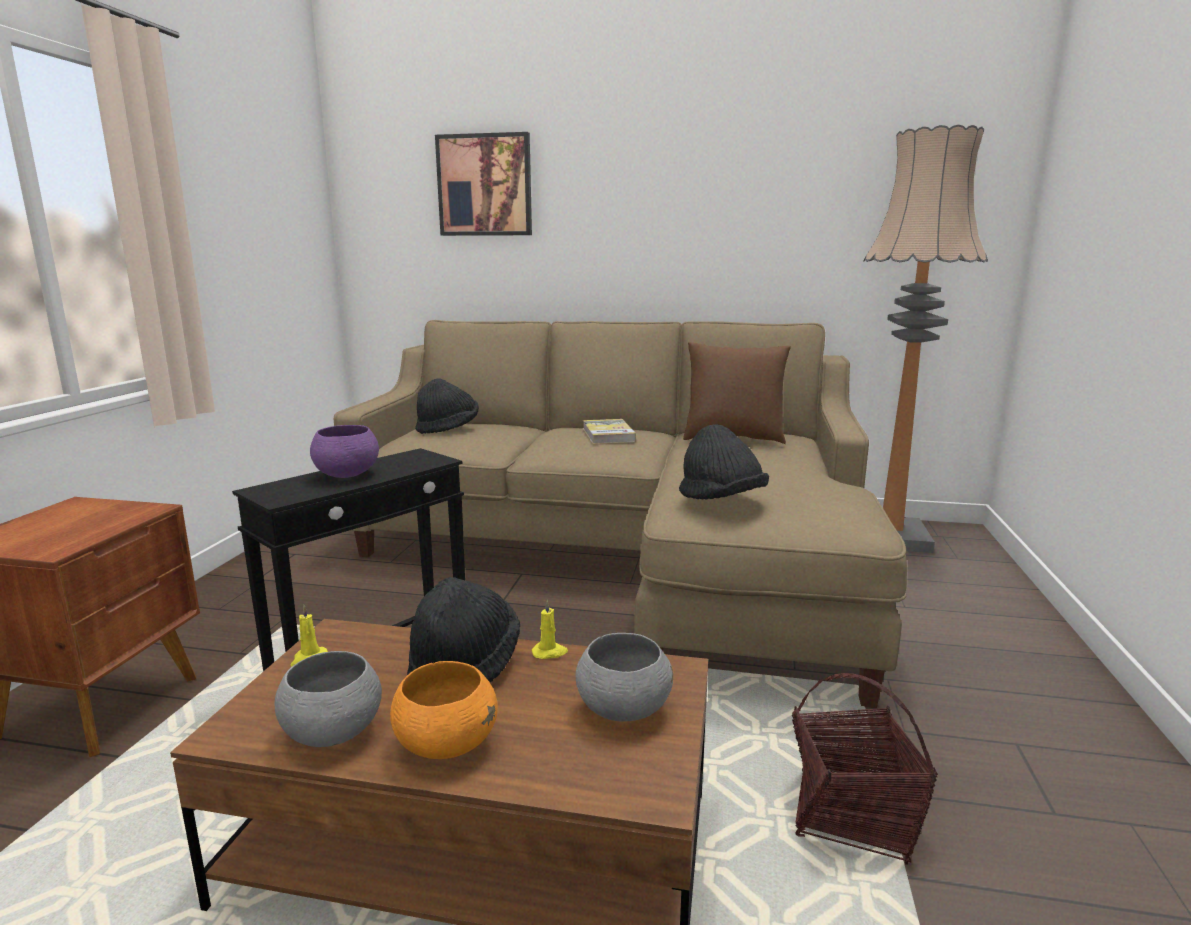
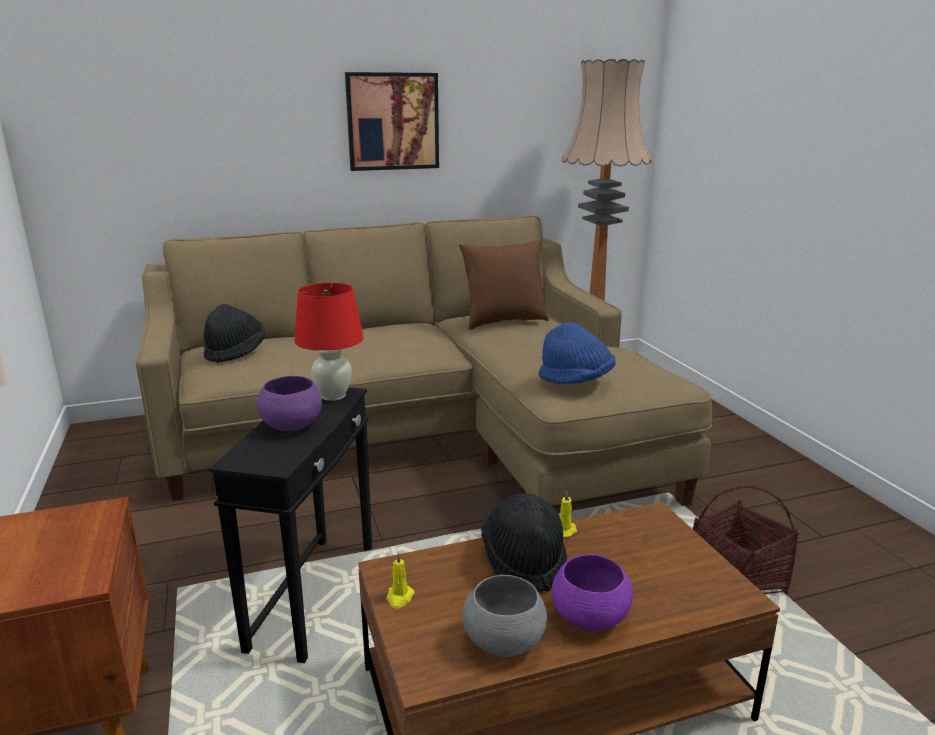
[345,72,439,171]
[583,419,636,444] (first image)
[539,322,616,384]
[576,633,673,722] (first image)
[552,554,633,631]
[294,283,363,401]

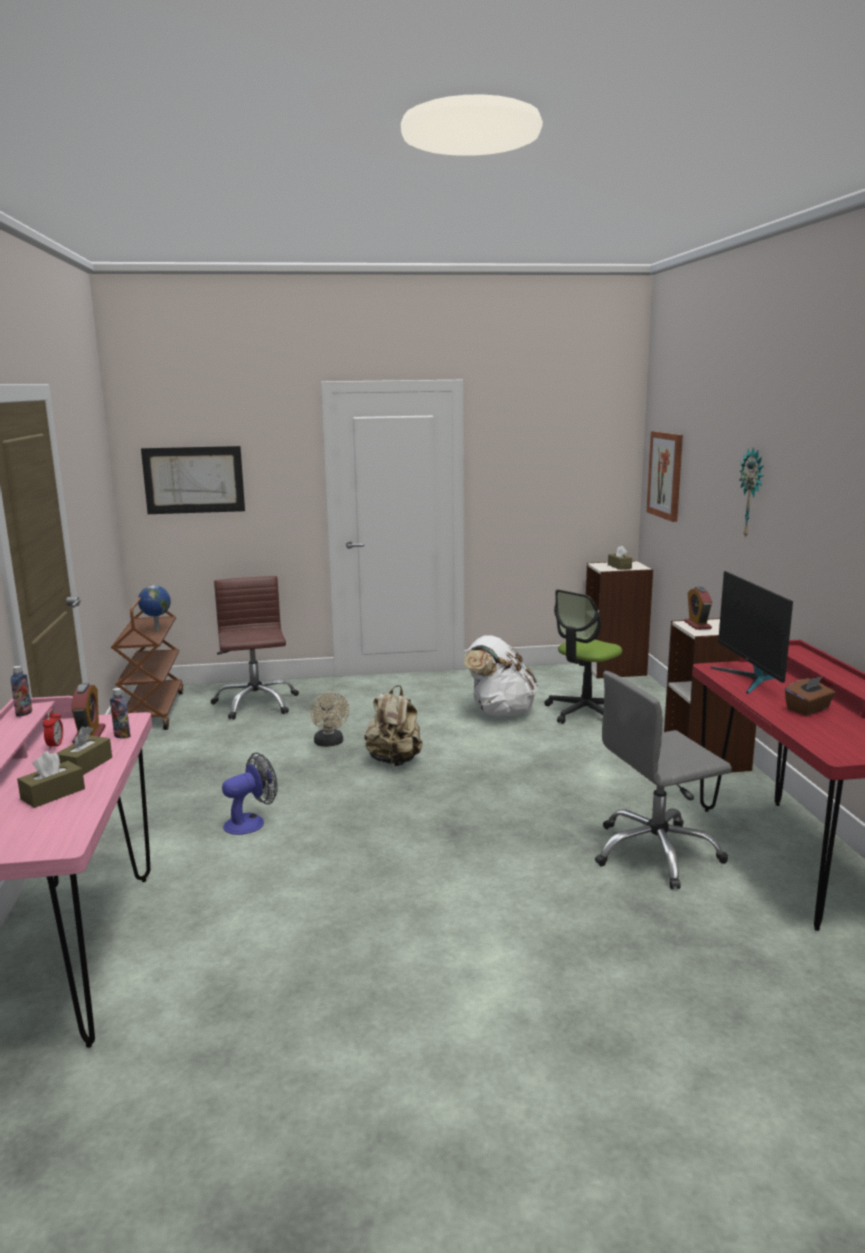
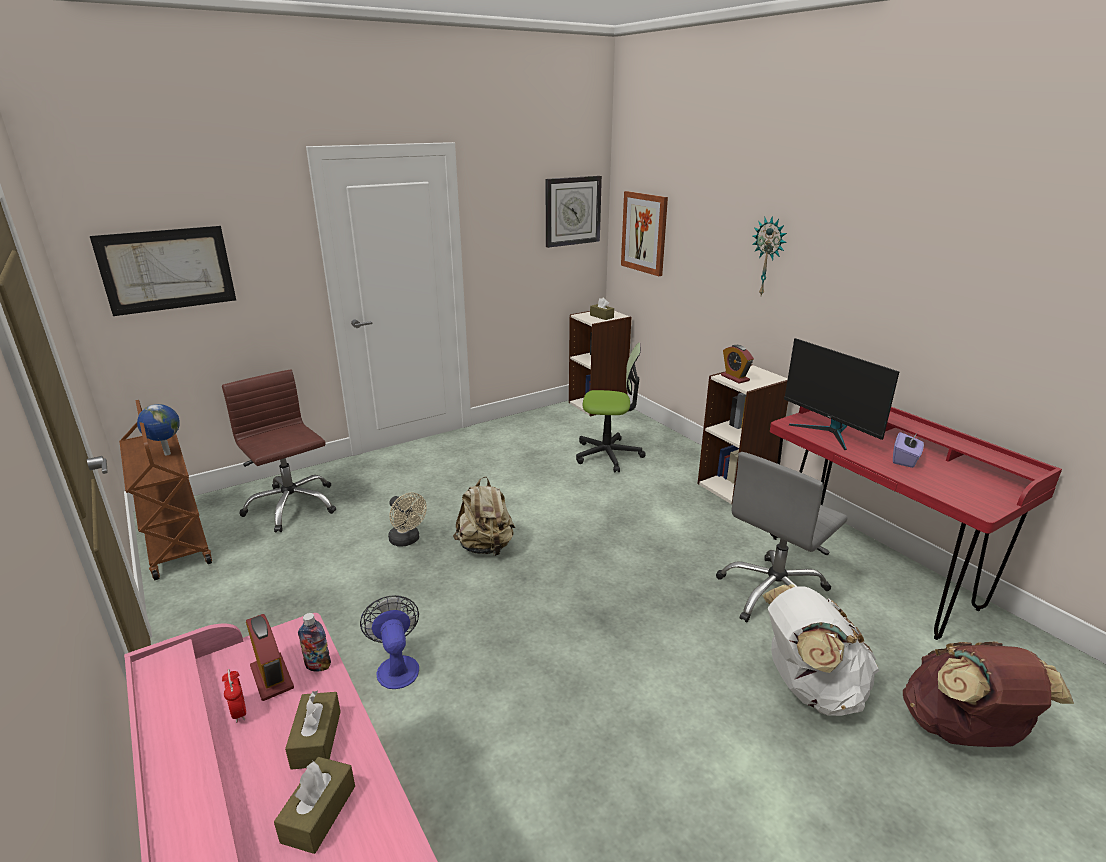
[576,343,645,473]
[762,584,879,716]
[11,666,32,717] (first image)
[893,432,924,468]
[360,595,419,689]
[546,176,602,248]
[903,642,1074,747]

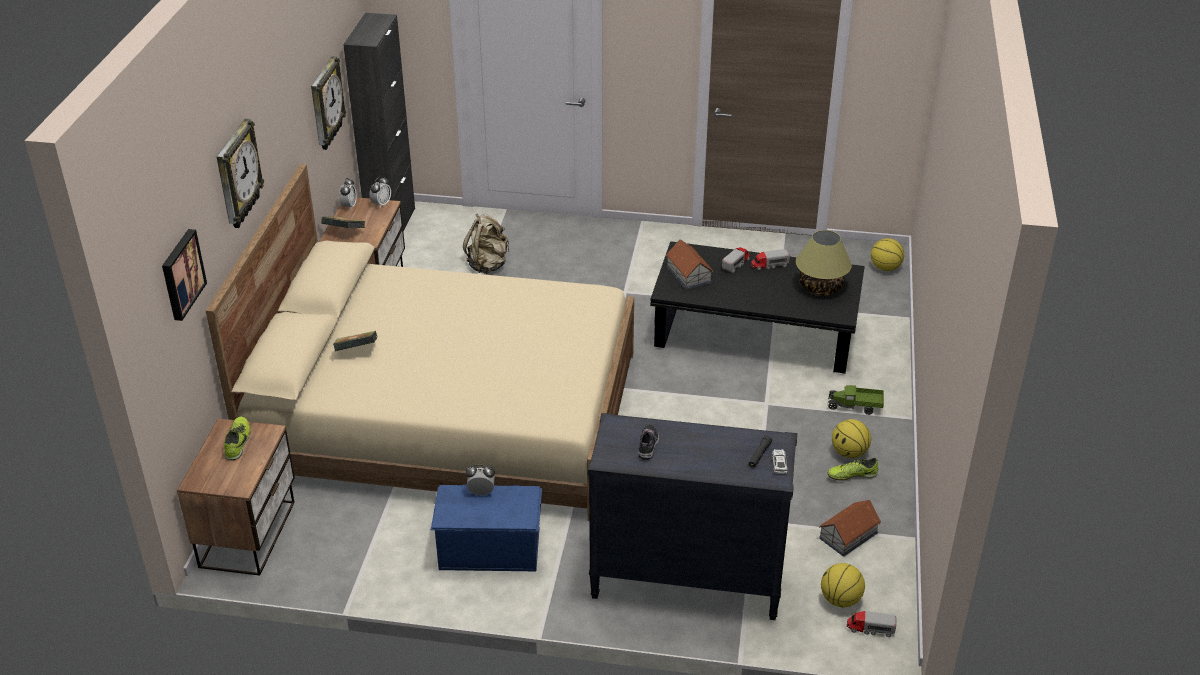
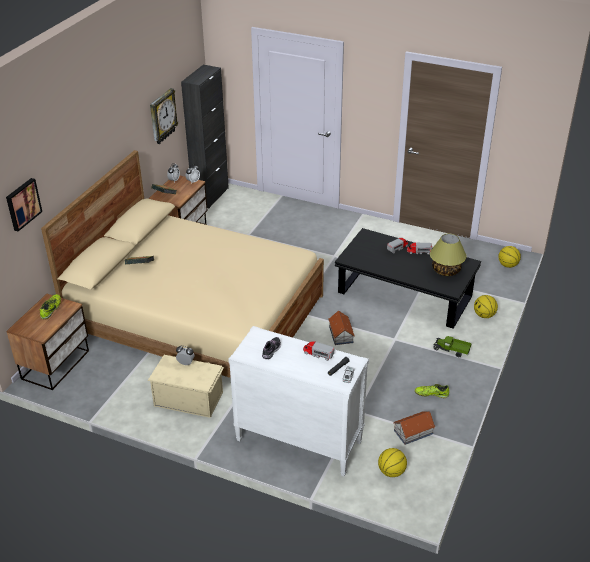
[216,119,264,228] (first image)
[463,214,510,274] (first image)
[329,310,355,345]
[228,326,369,477]
[474,295,498,318]
[148,355,224,418]
[303,341,334,361]

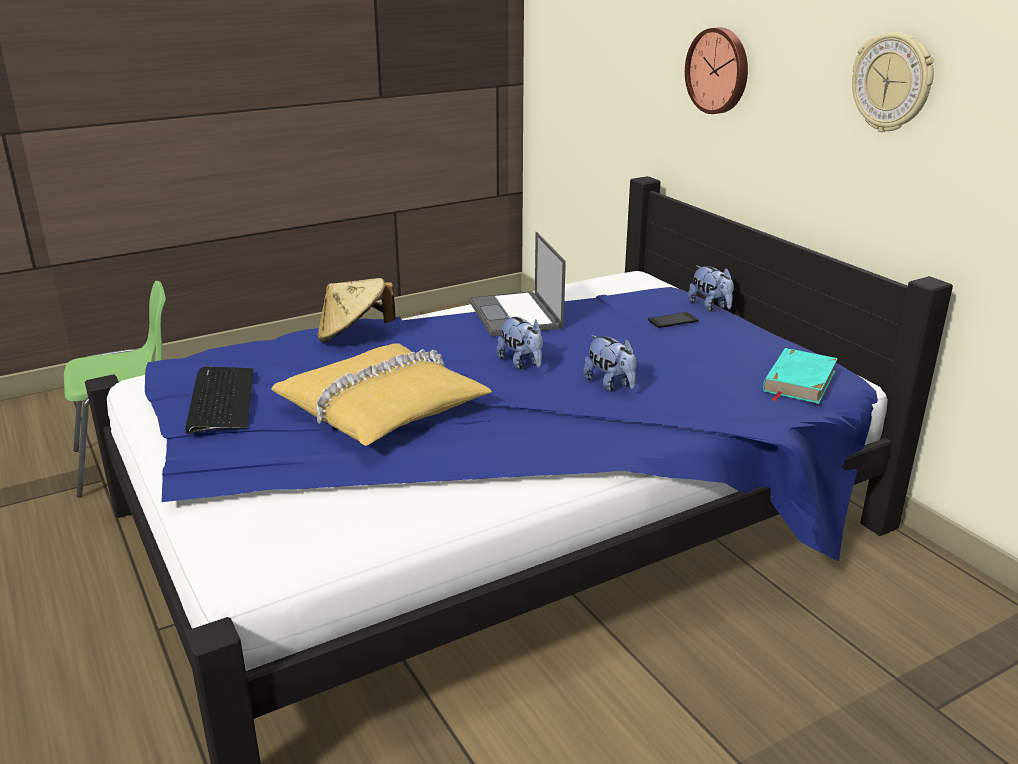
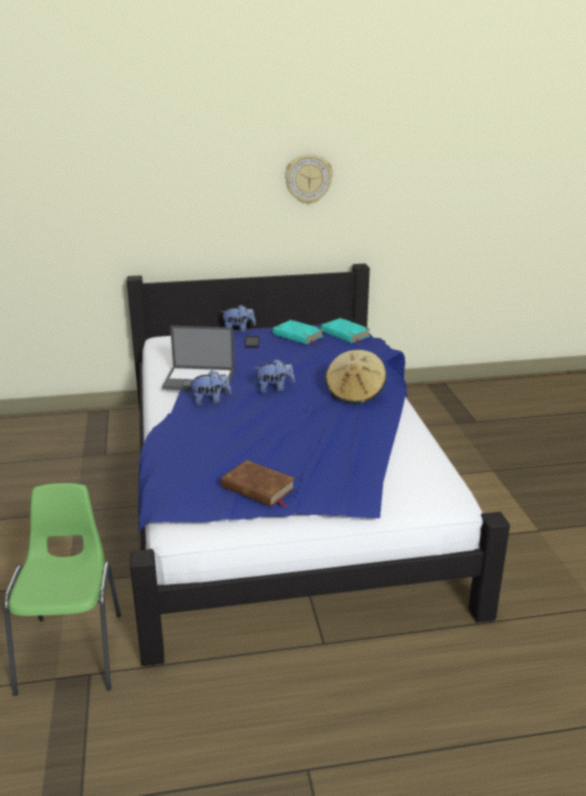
[685,27,748,114] (first image)
[326,350,386,404]
[188,370,231,406]
[271,343,492,446] (first image)
[221,460,295,507]
[273,320,324,345]

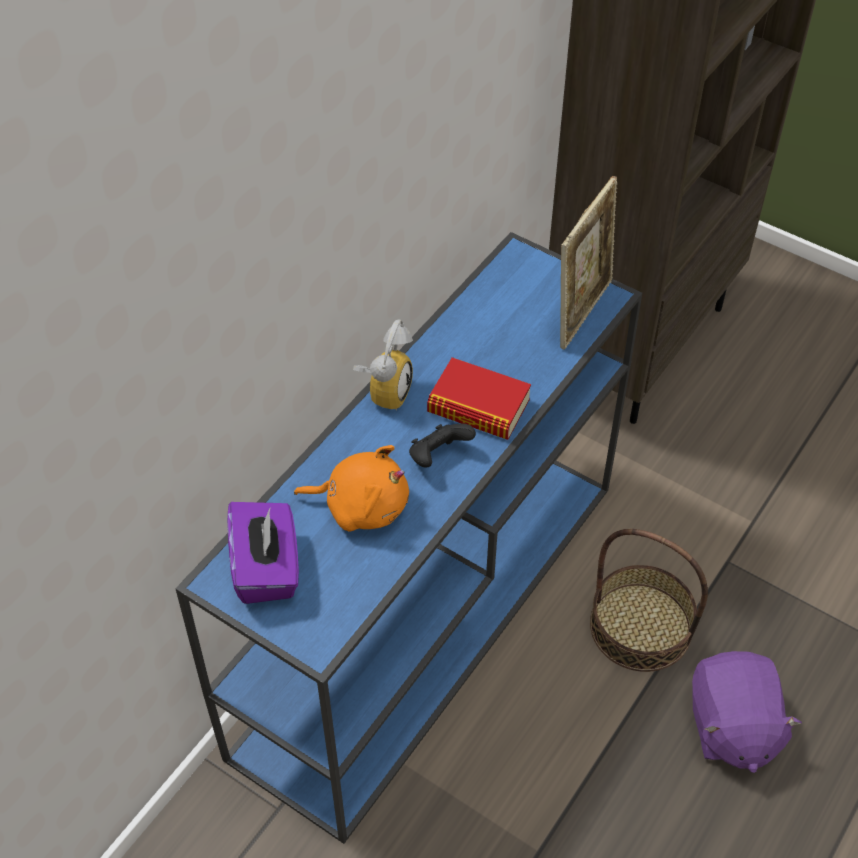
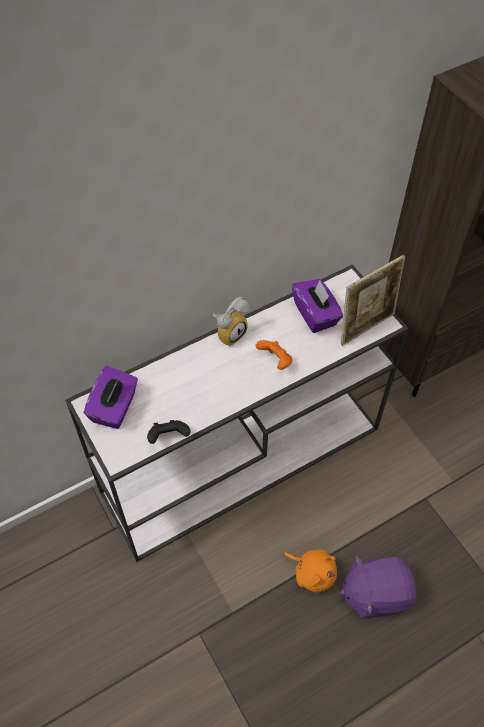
[65,265,409,562]
[256,340,293,370]
[147,420,190,444]
[284,549,337,592]
[590,529,708,672] (first image)
[340,556,417,619]
[292,279,343,333]

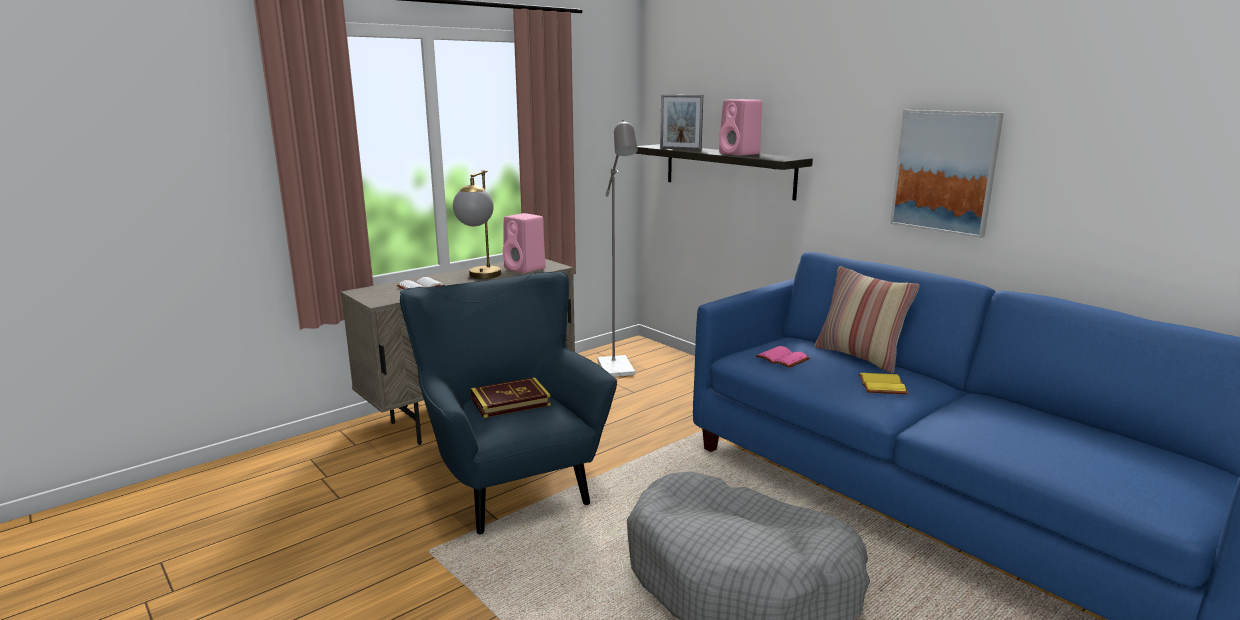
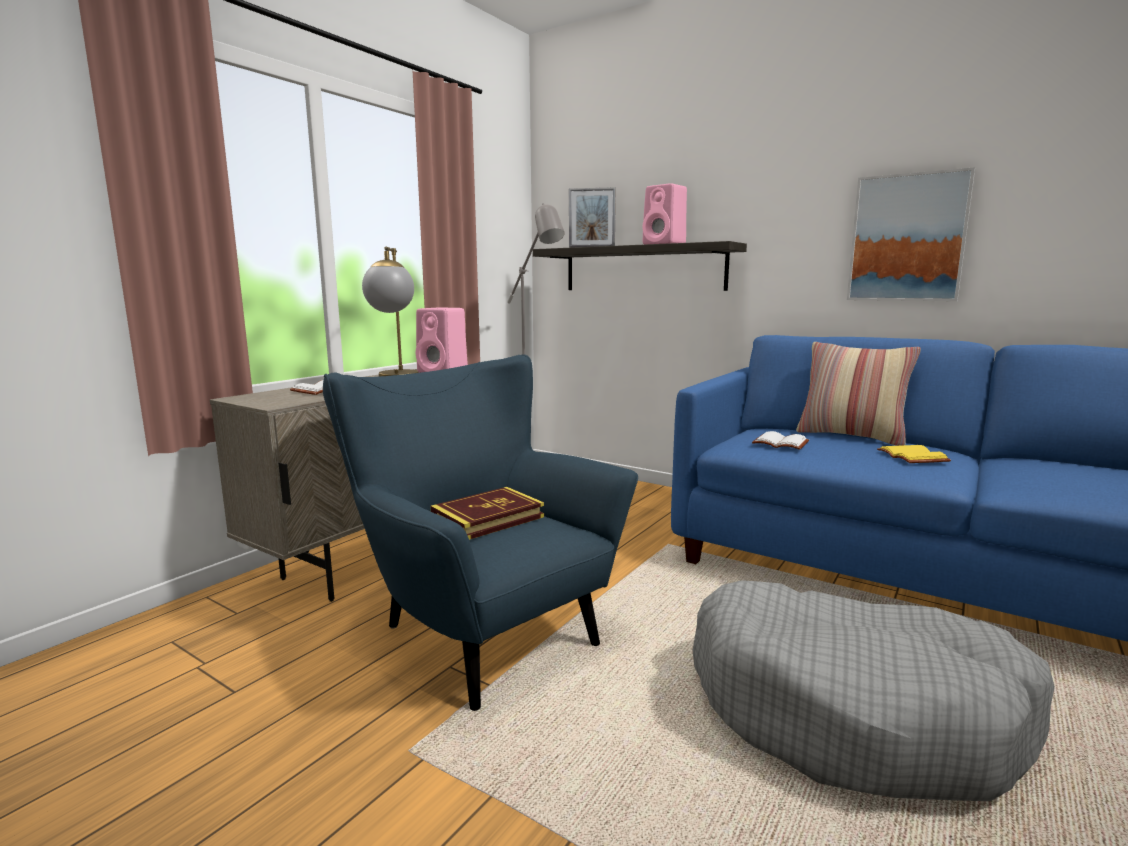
[752,431,809,450]

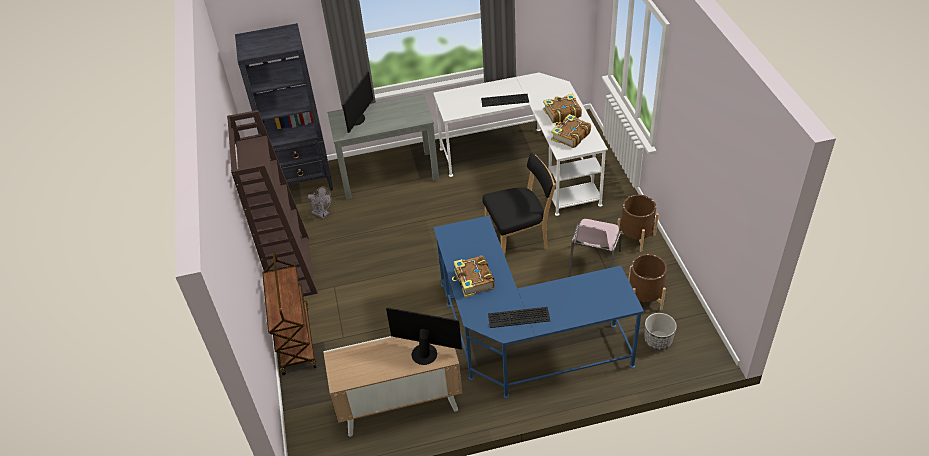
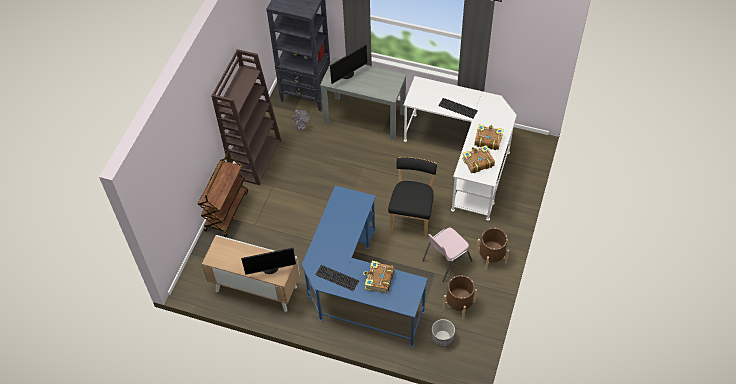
[388,157,437,237]
[363,261,394,293]
[241,248,296,275]

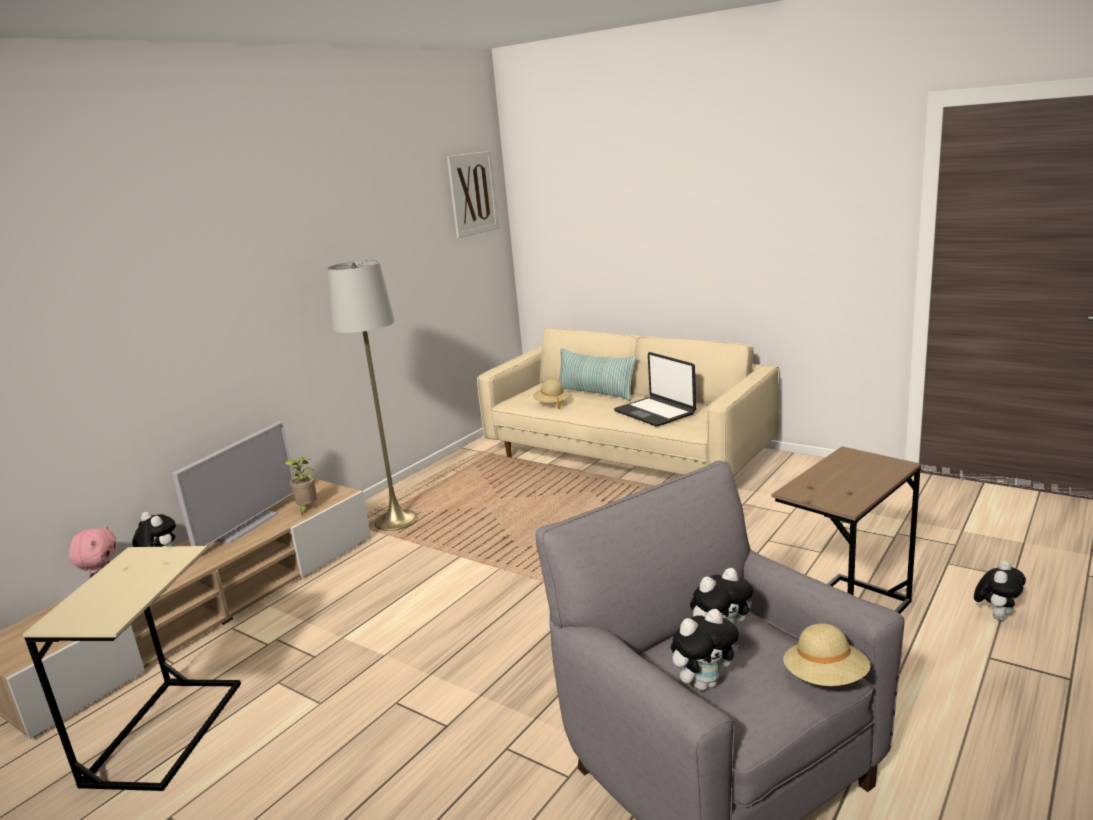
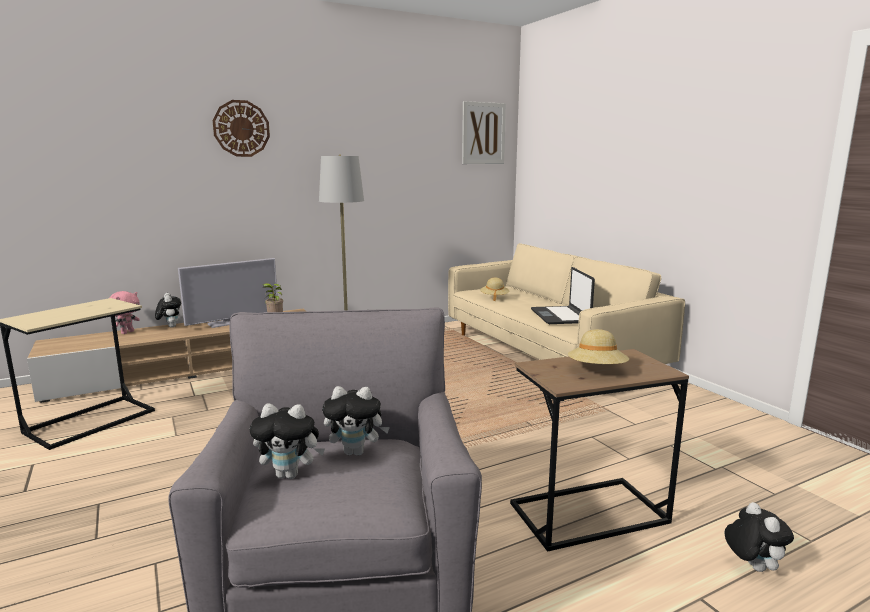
[559,348,637,401] (first image)
[724,502,794,572]
[568,329,629,364]
[213,100,270,157]

